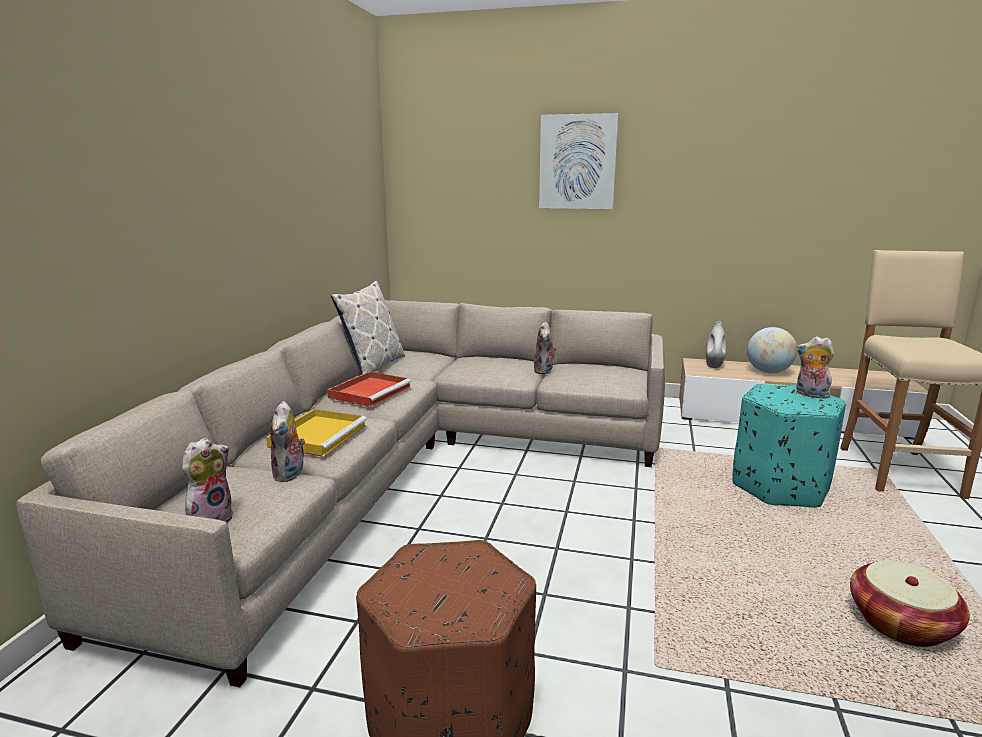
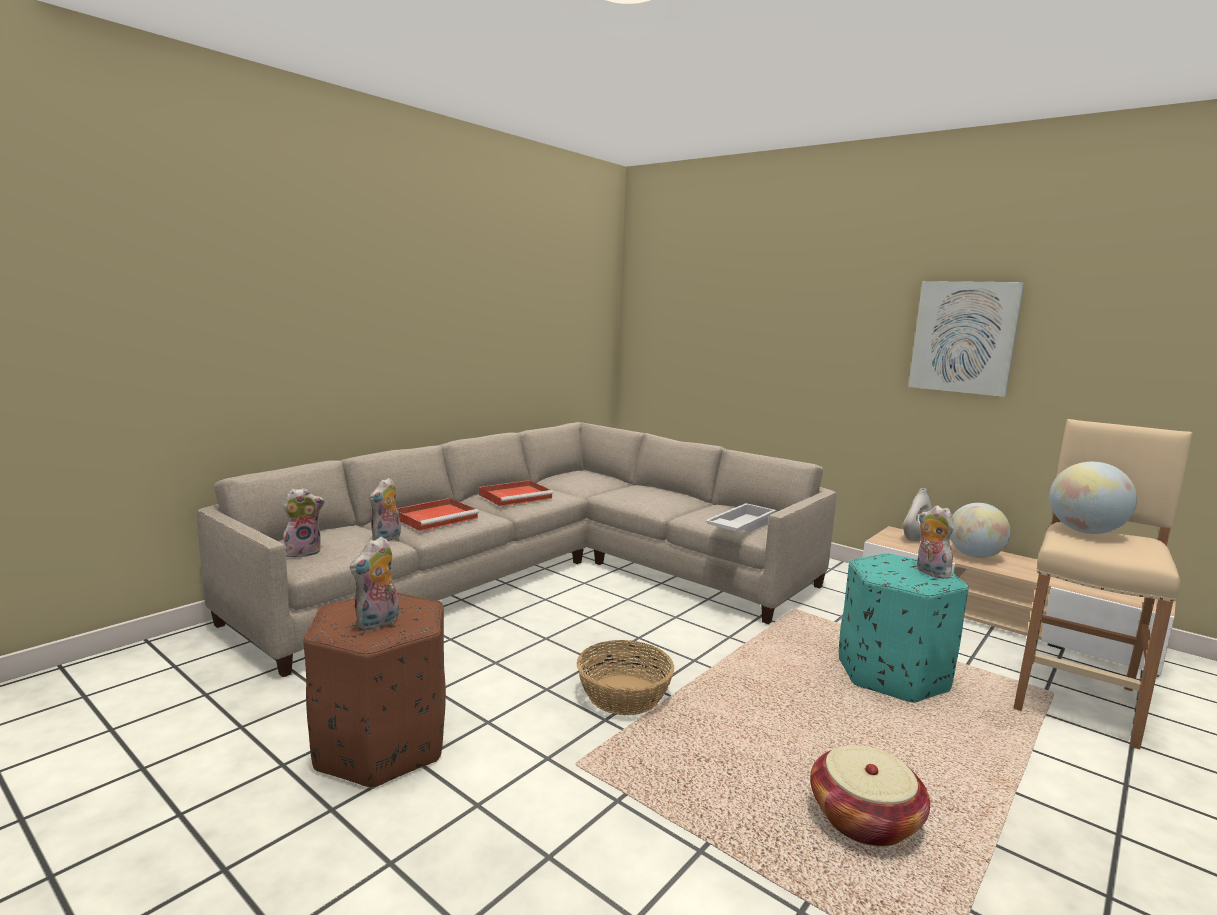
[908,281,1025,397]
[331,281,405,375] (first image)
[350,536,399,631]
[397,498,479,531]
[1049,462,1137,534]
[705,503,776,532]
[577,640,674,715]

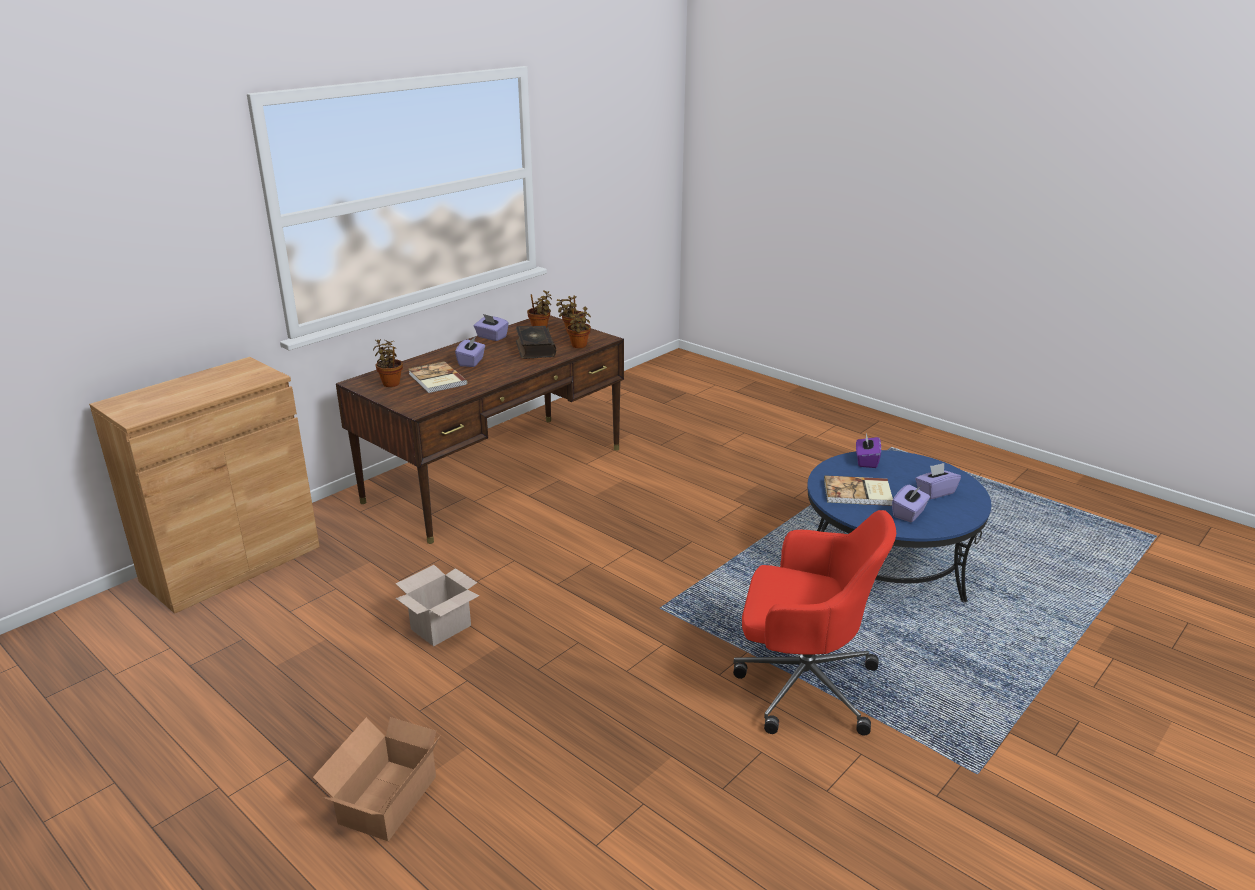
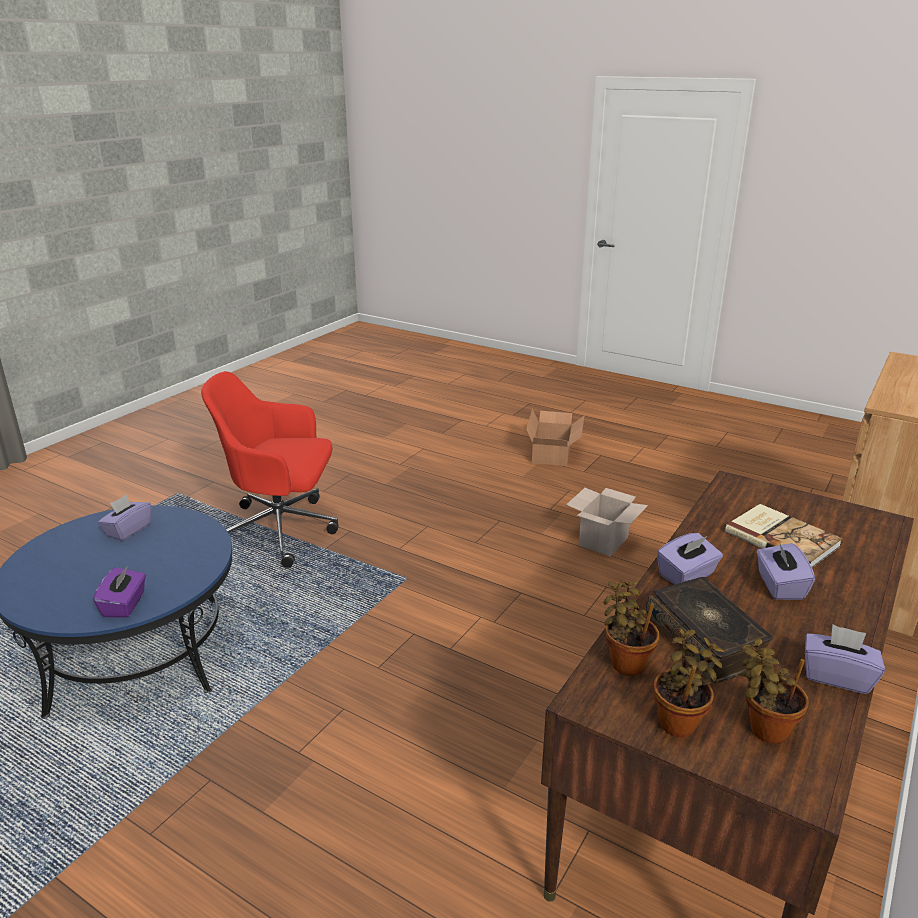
[373,339,403,387] (first image)
[657,533,723,584]
[824,475,893,506] (first image)

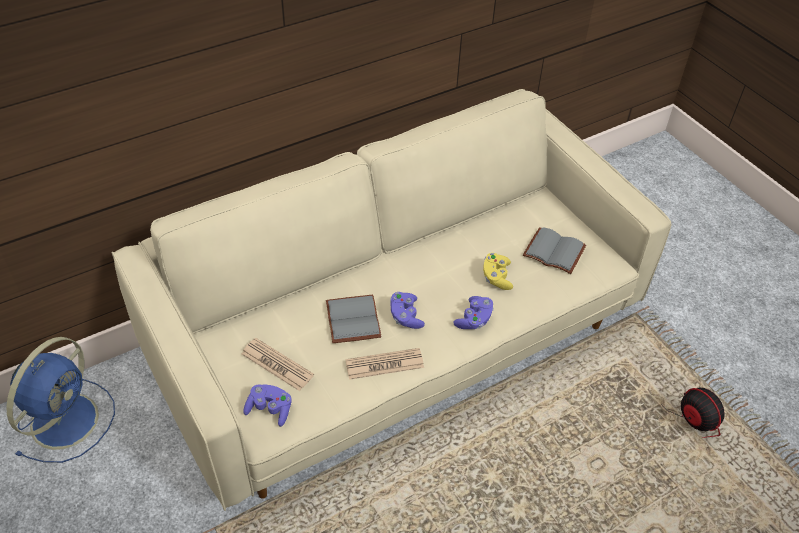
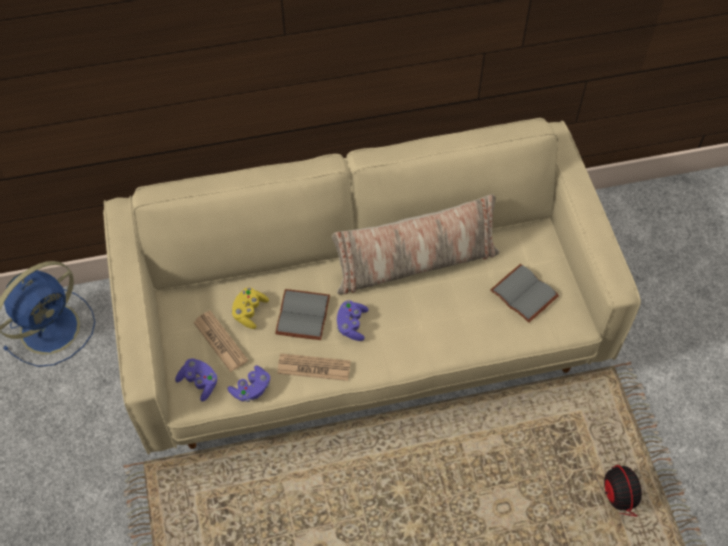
[231,287,269,329]
[228,365,270,402]
[332,194,499,295]

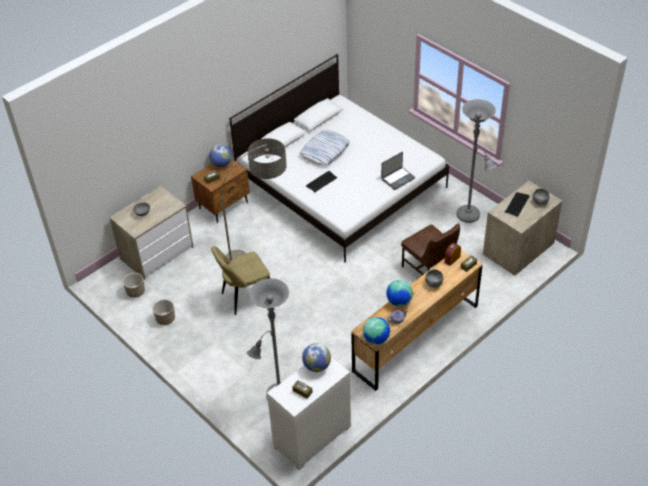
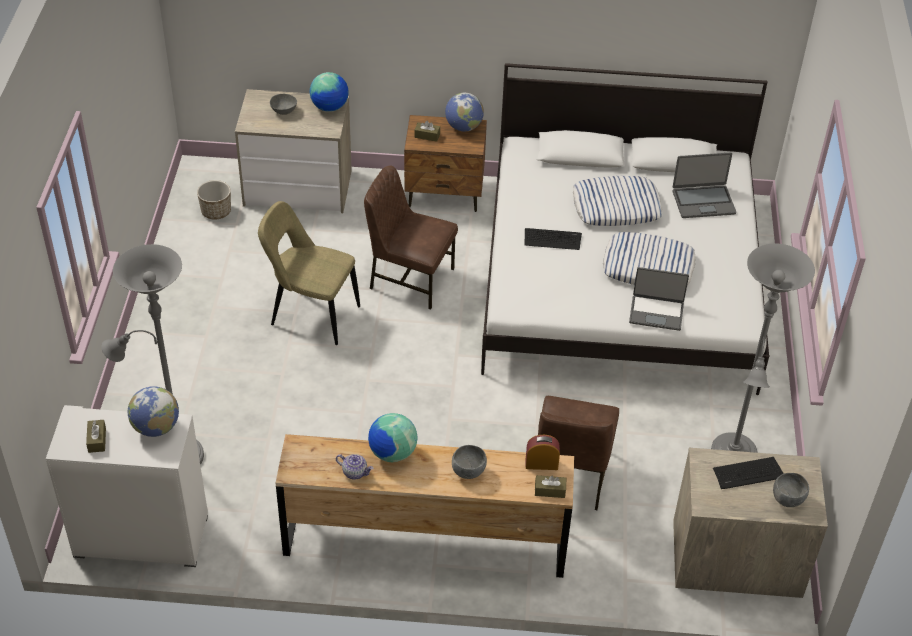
[364,166,458,310]
[152,299,175,325] (first image)
[310,72,349,112]
[673,153,736,218]
[603,232,696,286]

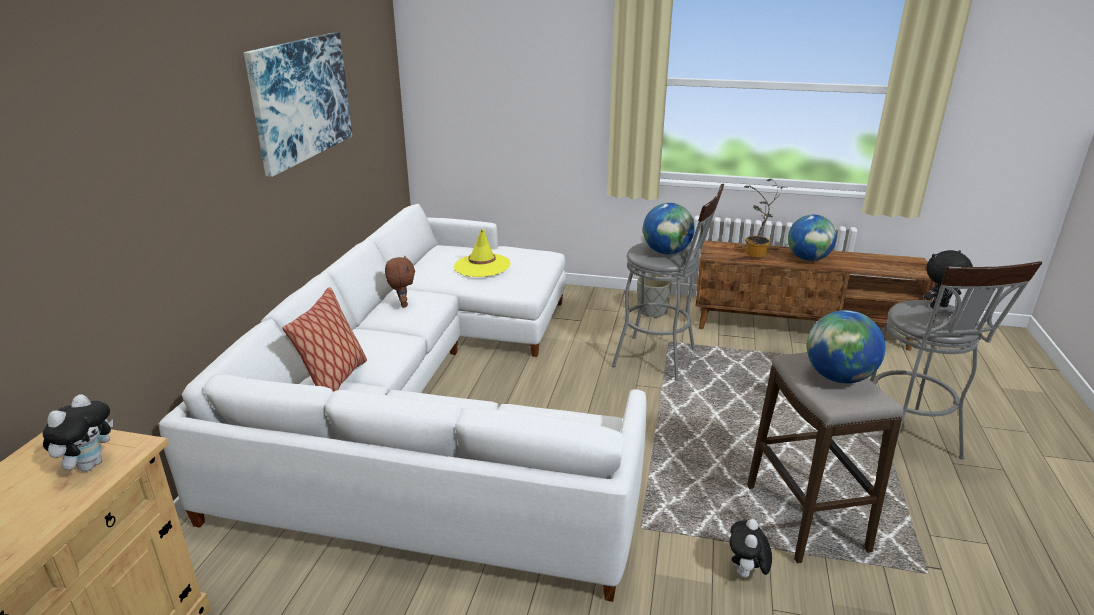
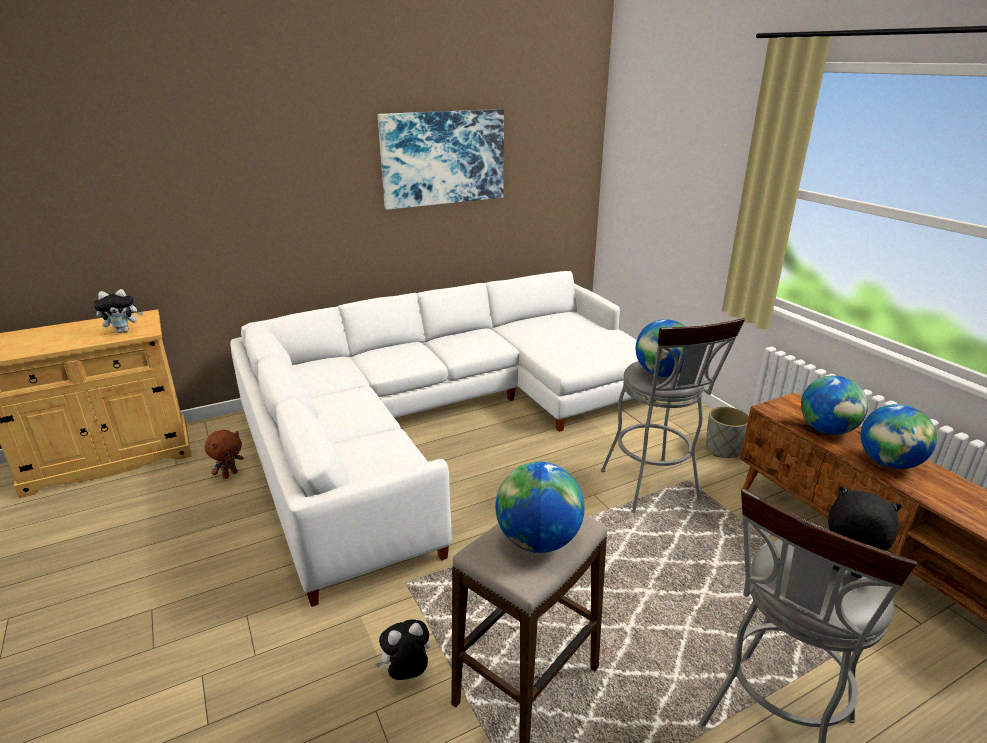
[801,375,868,435]
[454,229,510,277] (first image)
[205,430,244,479]
[282,287,367,392] (first image)

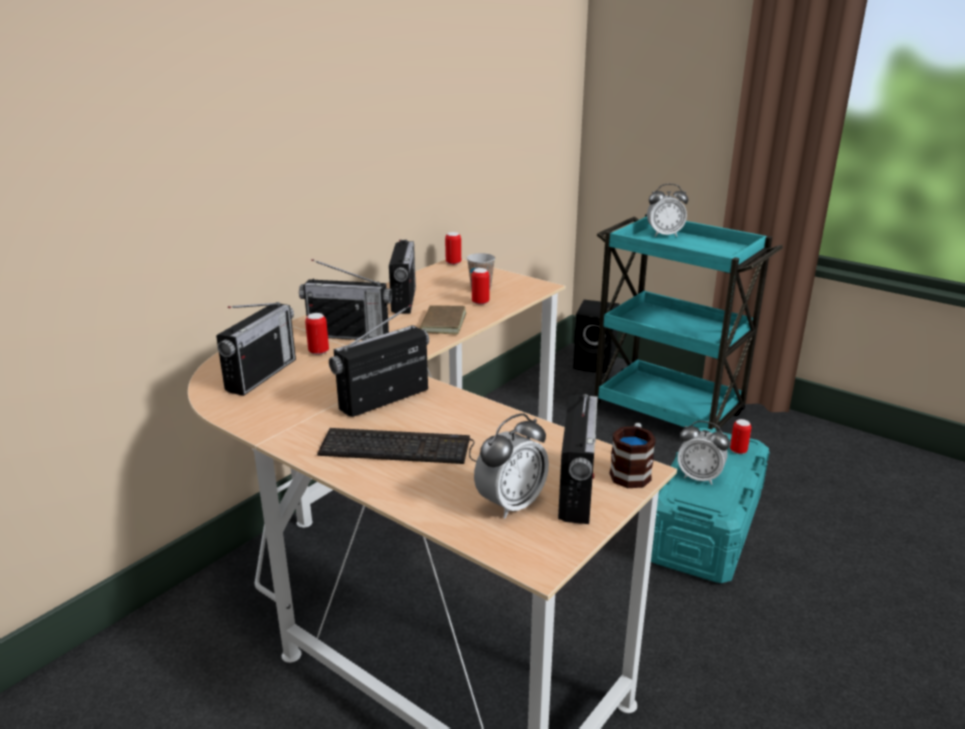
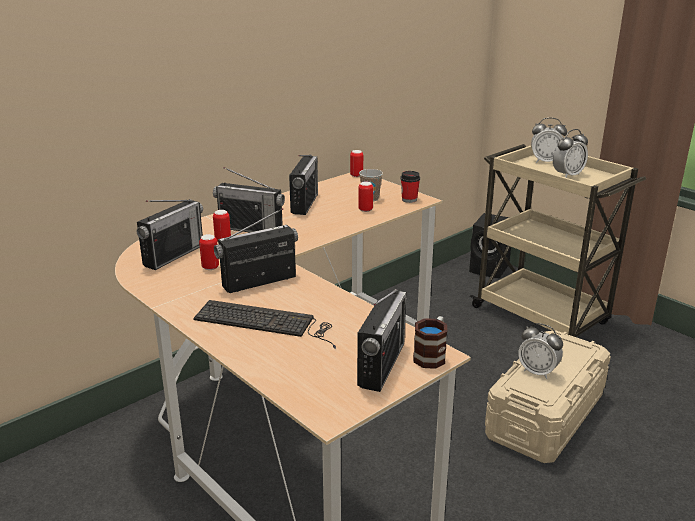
[470,144,646,337]
[408,305,467,335] (first image)
[553,129,588,178]
[199,234,219,270]
[485,331,611,463]
[400,171,420,203]

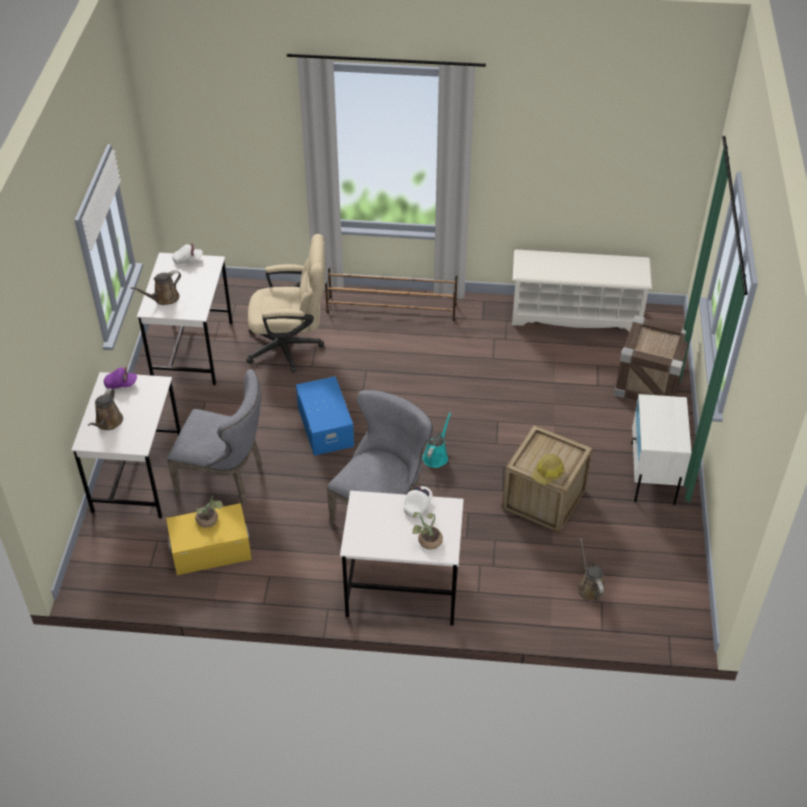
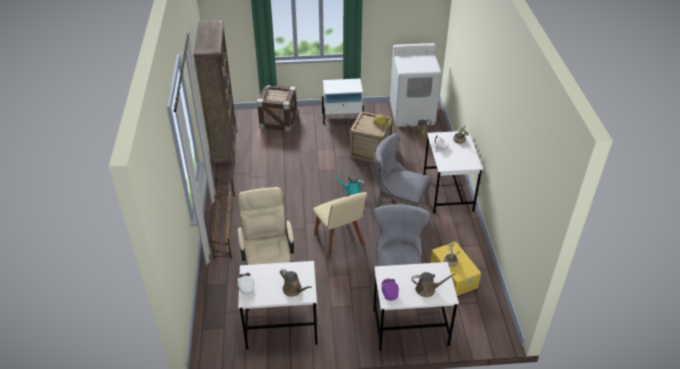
[193,20,237,167]
[313,192,367,257]
[390,43,442,127]

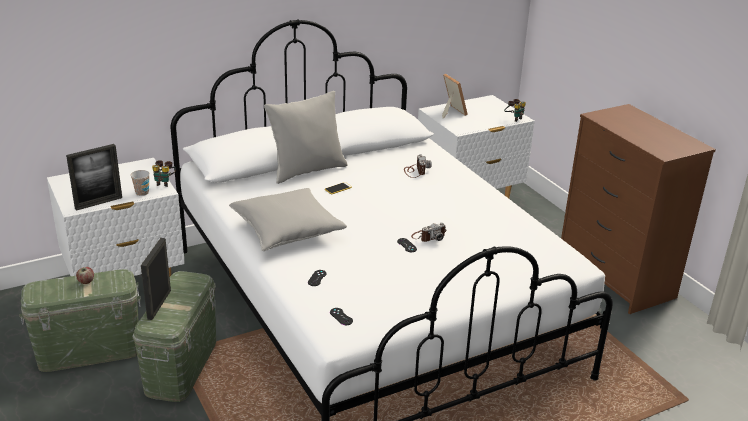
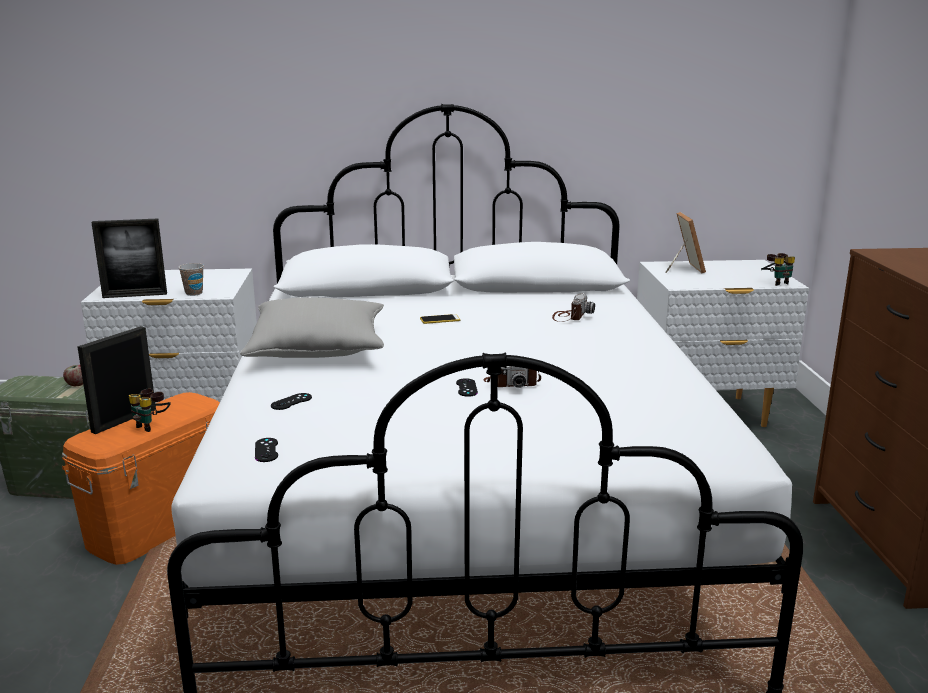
[264,91,348,184] (first image)
[129,389,170,432]
[62,392,220,565]

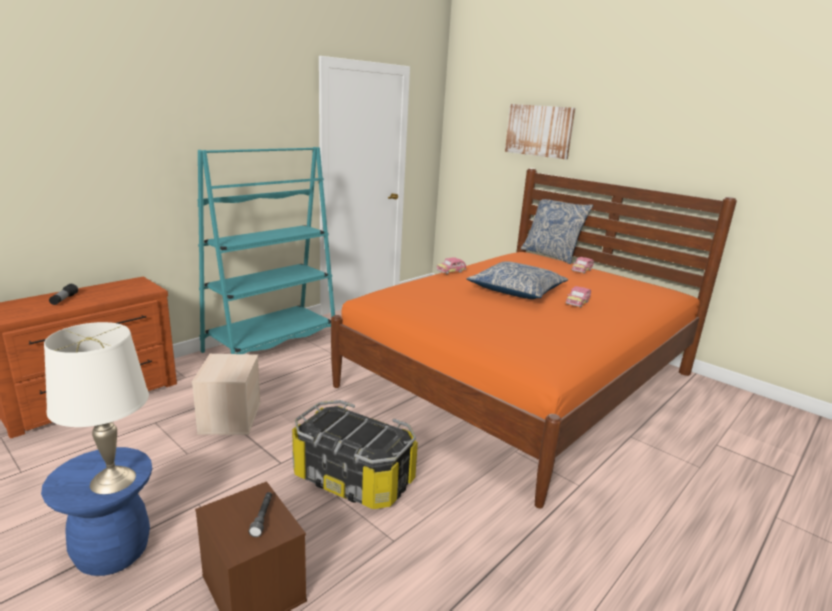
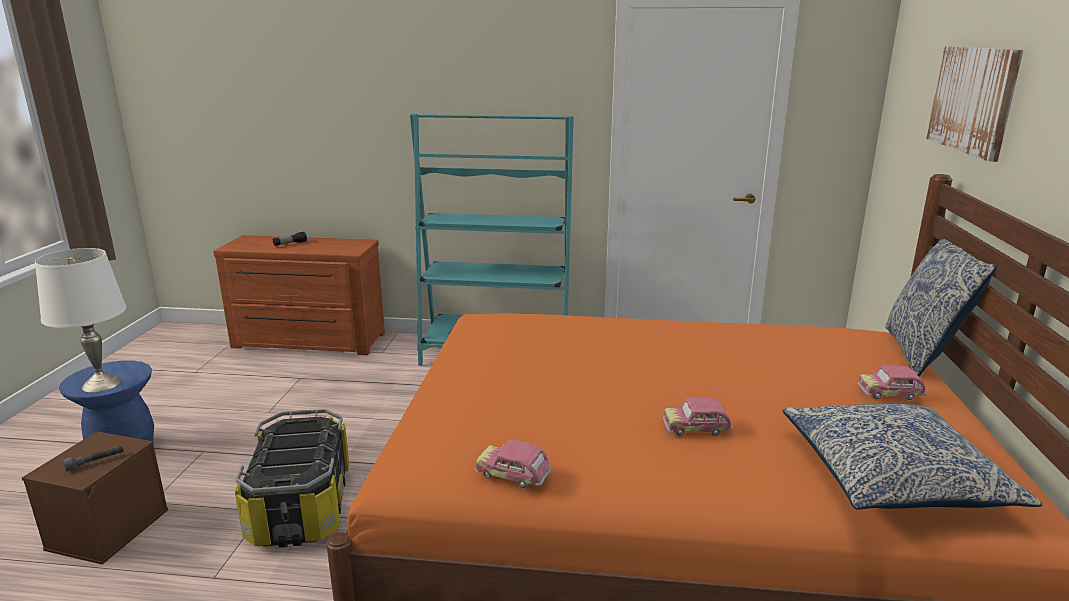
[475,440,552,488]
[782,404,1043,509]
[192,354,261,435] (first image)

